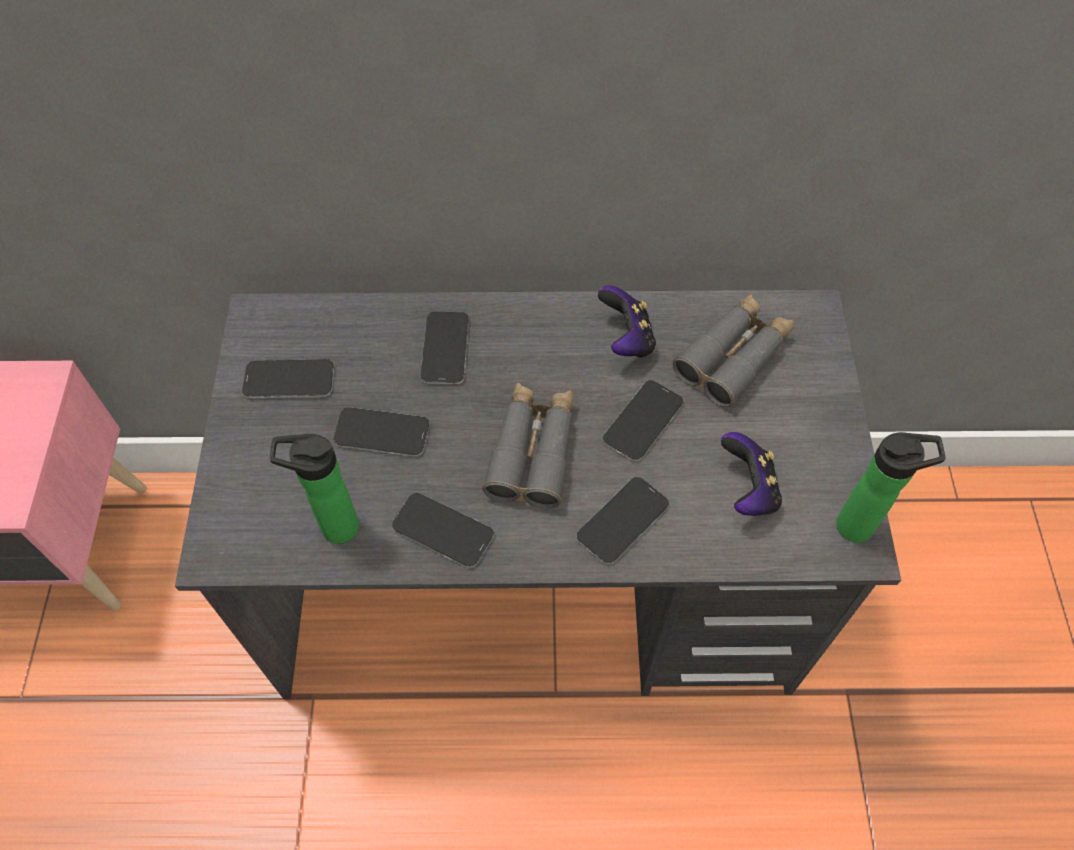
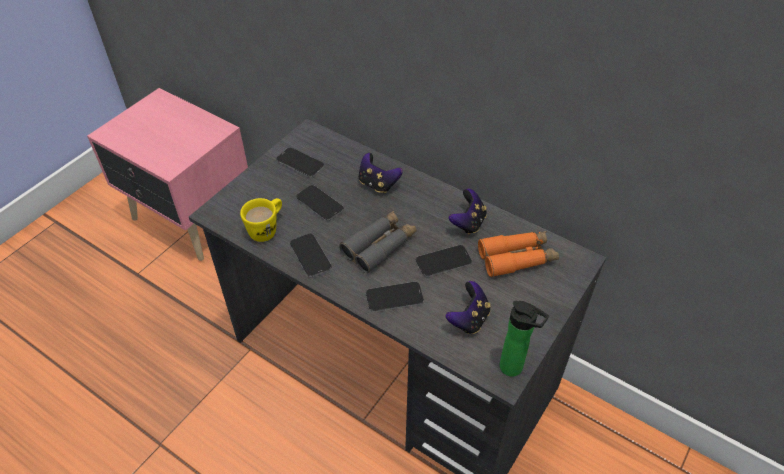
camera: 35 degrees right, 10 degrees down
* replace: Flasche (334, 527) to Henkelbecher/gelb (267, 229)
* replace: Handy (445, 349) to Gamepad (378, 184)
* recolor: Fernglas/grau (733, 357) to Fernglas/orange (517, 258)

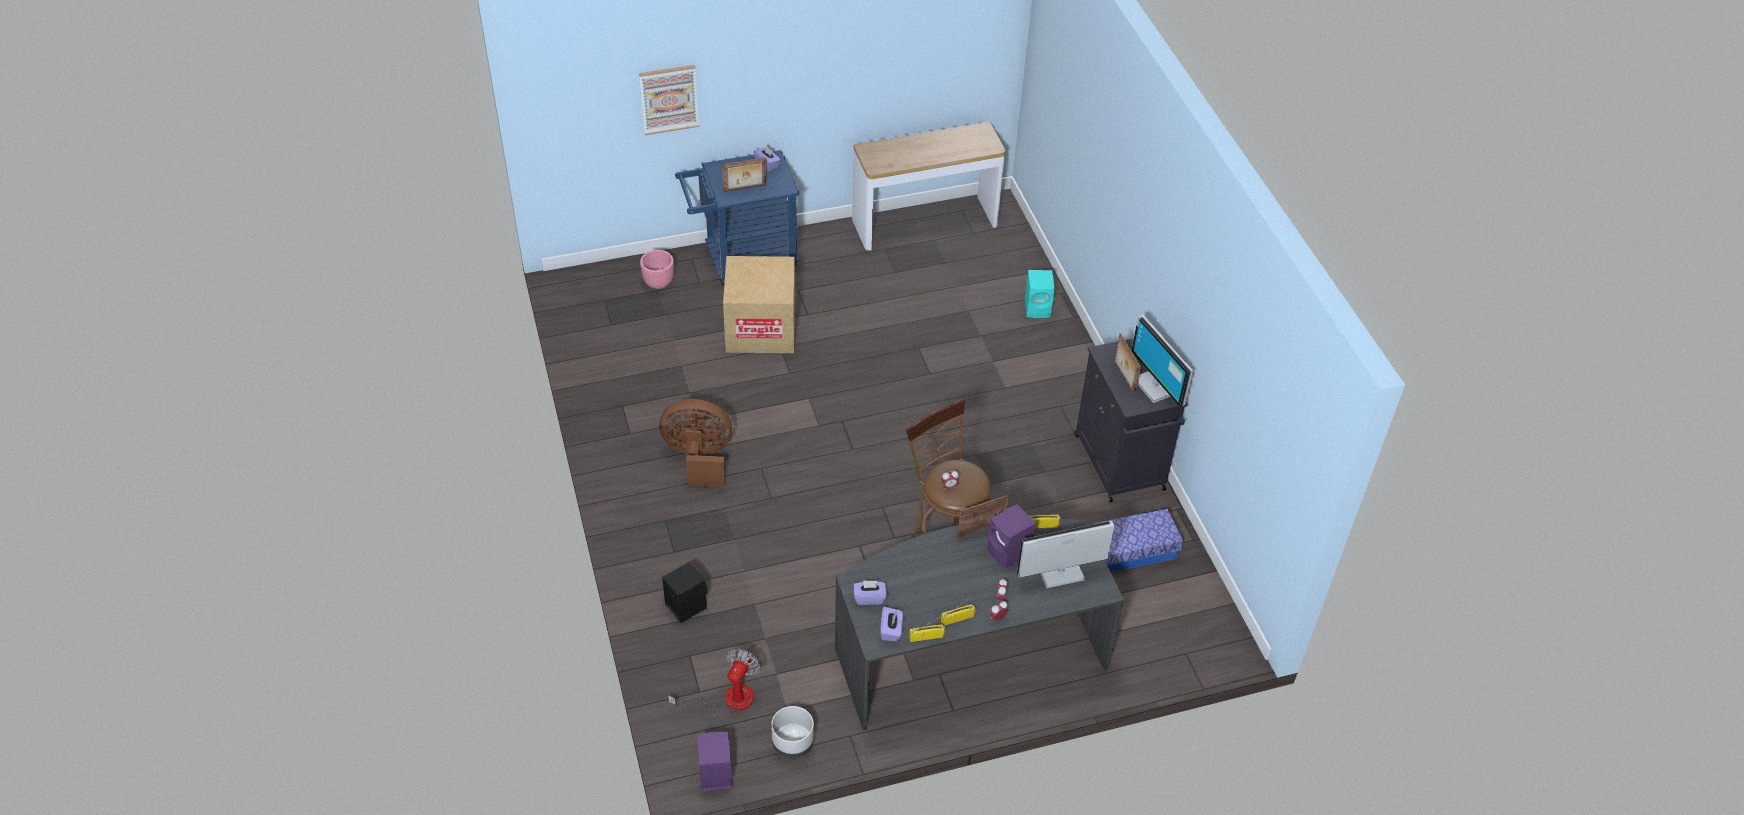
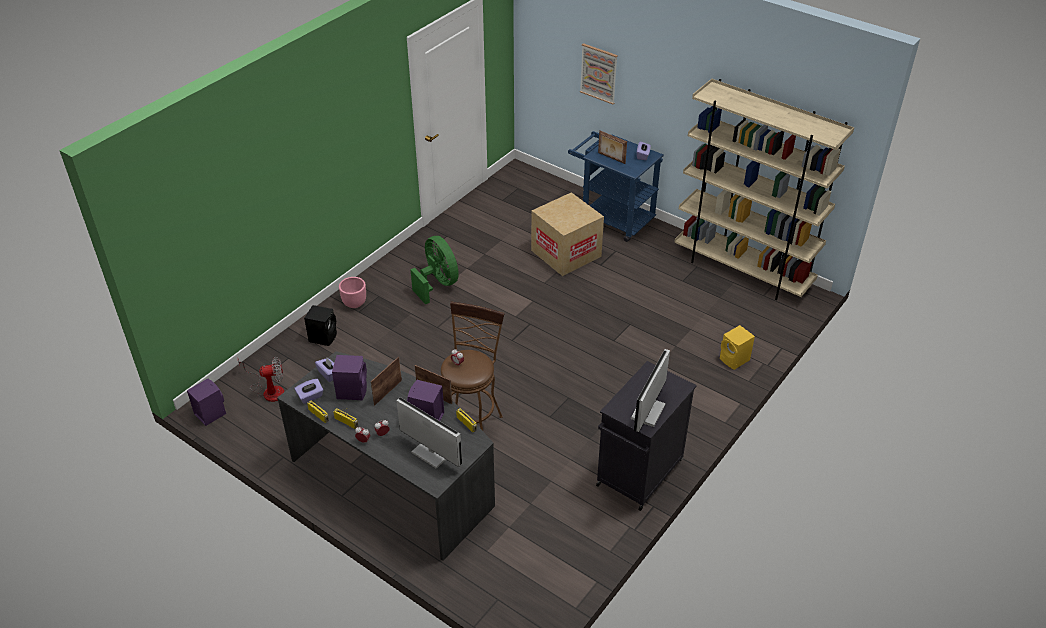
camera: 55 degrees right, 5 degrees down
* move: Pflanzkübel/rosa (658, 282) to (355, 303)
* recolor: Ventilator/braun (699, 459) to Ventilator/grün (437, 284)
* delete: Pflanzkübel/grau (793, 744)
* replace: Konsolentisch (925, 223) to Bücherregal/beige (742, 271)
* recolor: Lautsprecher/türkis (1038, 308) to Lautsprecher/gelb (735, 360)
* delete: Aufbewahrungsbox (1134, 550)
* move: Bilderrahmen (1124, 377) to (387, 392)
* insert: Lautsprecher/lila (352, 390)

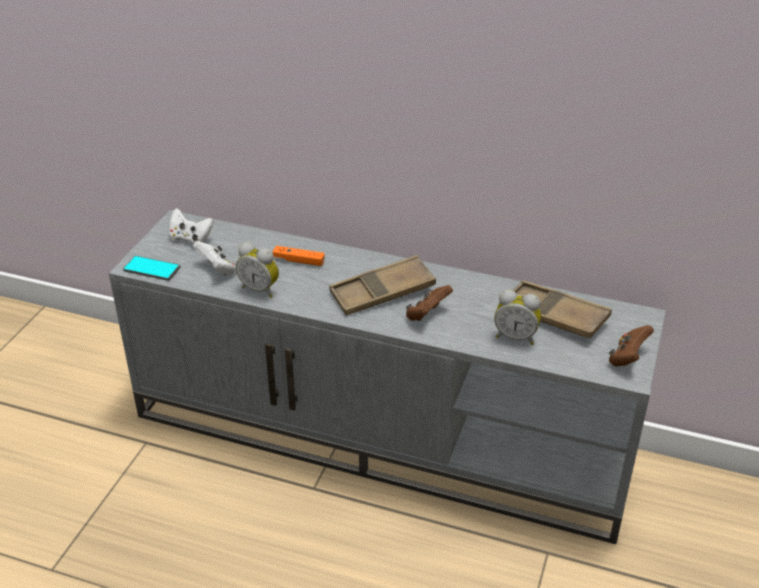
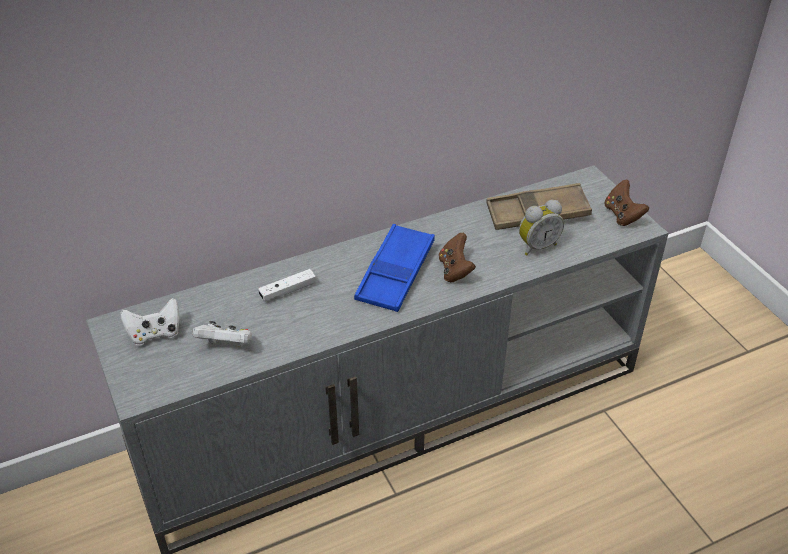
camera: 45 degrees left, 5 degrees up
* delete: Handy (152, 269)
* delete: Wecker (260, 289)
* recolor: Gamepad/orange (298, 261) to Gamepad/weiß (288, 290)
* recolor: Tablett/braun (382, 292) to Tablett/blau (395, 273)

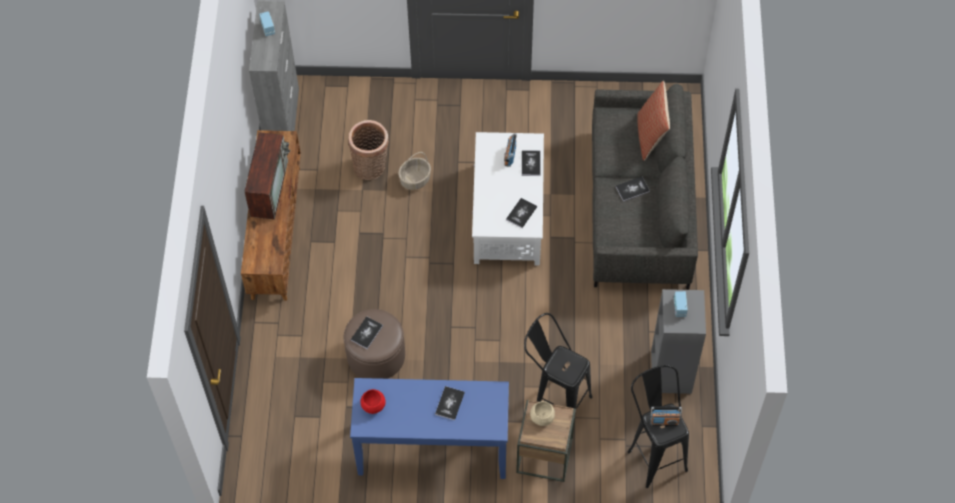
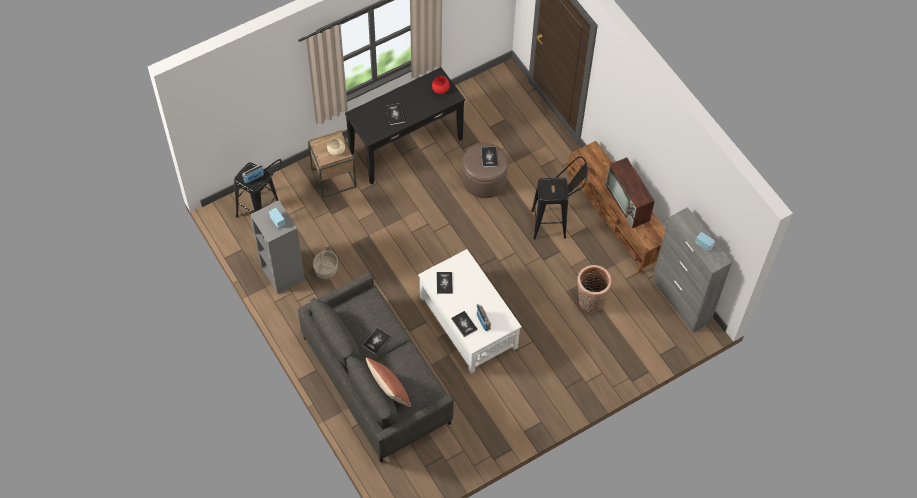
camera: 145 degrees right, 0 degrees up
* recolor: Konsolentisch/blau (433, 449) to Konsolentisch/schwarz (406, 145)
* move: Korb (415, 180) to (326, 269)
* move: Hocker/schwarz (554, 400) to (555, 224)

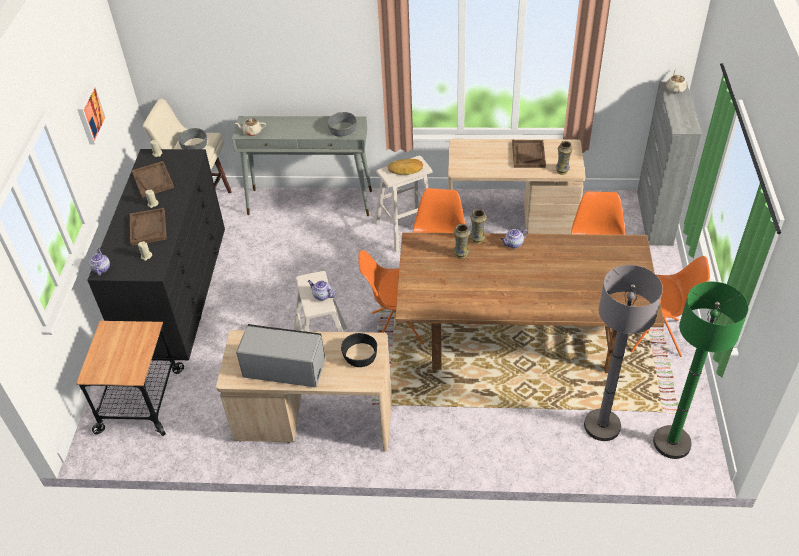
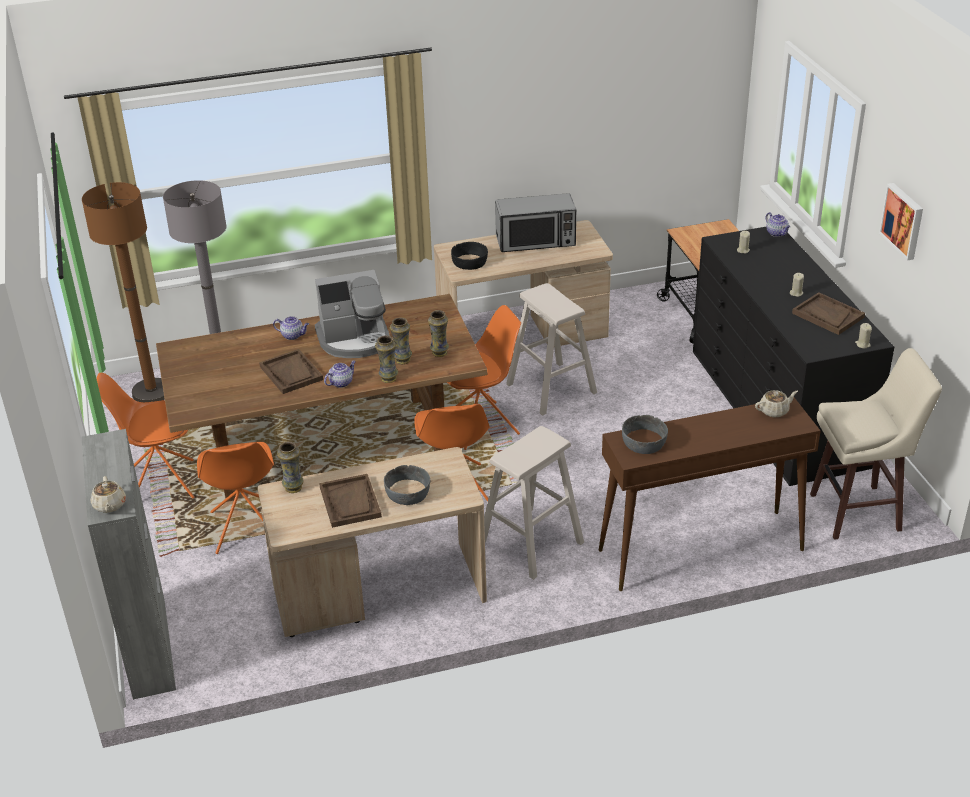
camera: 160 degrees right, 10 degrees down
* move: Tablett/braun (148, 228) to (291, 373)
* move: Schüssel/grau (194, 144) to (408, 493)
* recolor: Konsolentisch/grau (310, 202) to Konsolentisch/braun (699, 550)
* move: Teekanne (321, 295) to (293, 335)
* delete: Brot (406, 169)
* recolor: Stehlampe/grün (672, 443) to Stehlampe/braun (151, 392)
* insert: Kaffeemaschine (354, 339)
* insert: Vase (439, 353)

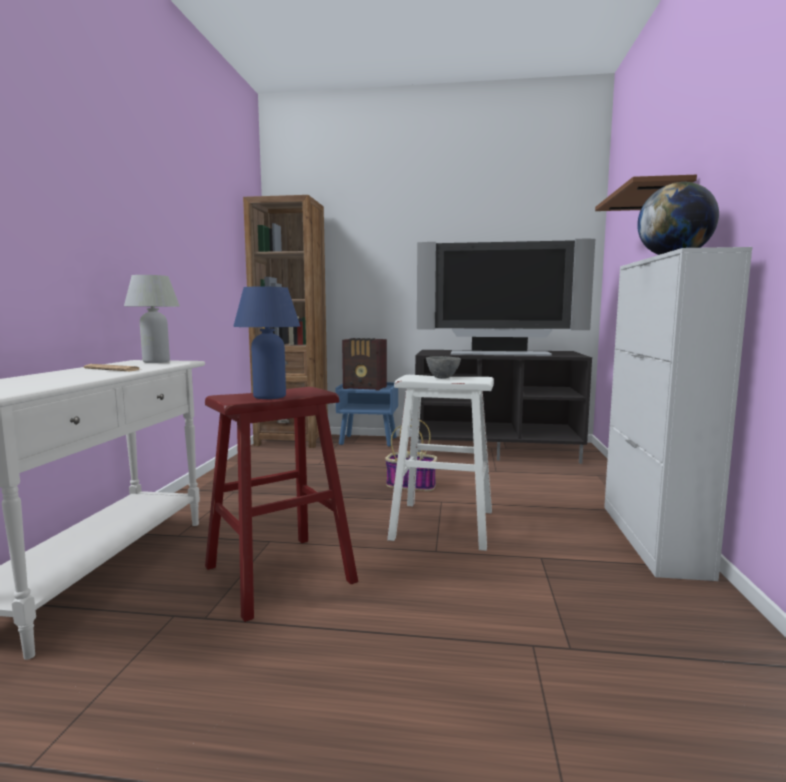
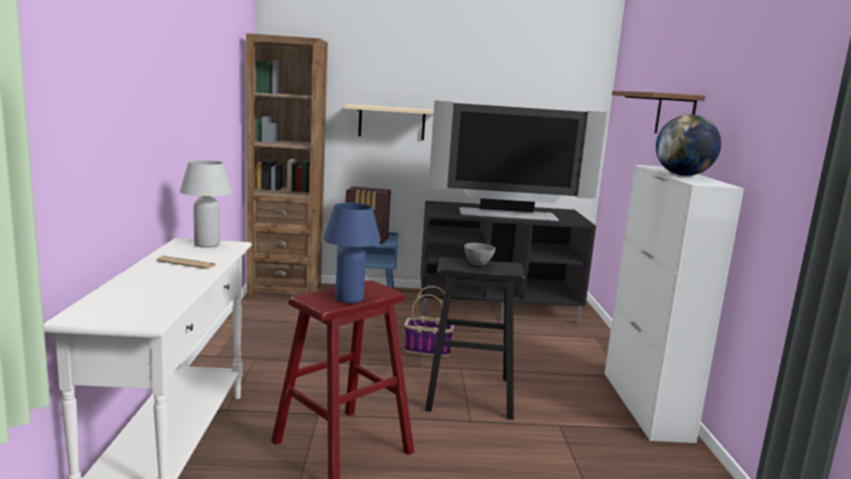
camera: 10 degrees left, 5 degrees up
* recolor: Hocker/weiß (443, 524) to Hocker/schwarz (469, 393)
* insert: Wandregal/beige (392, 122)

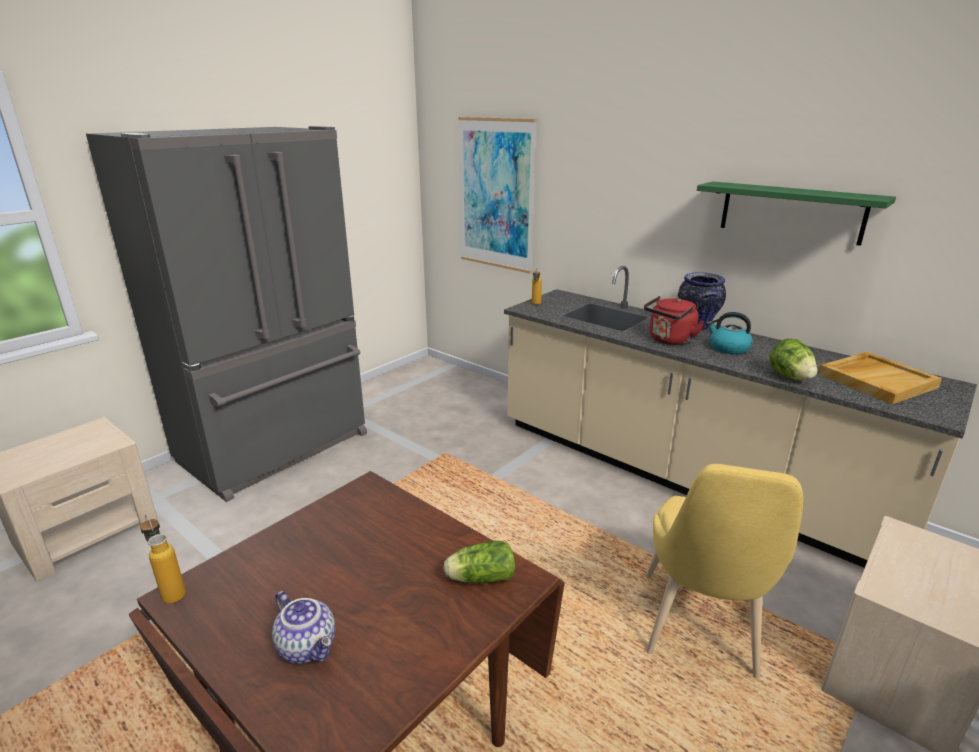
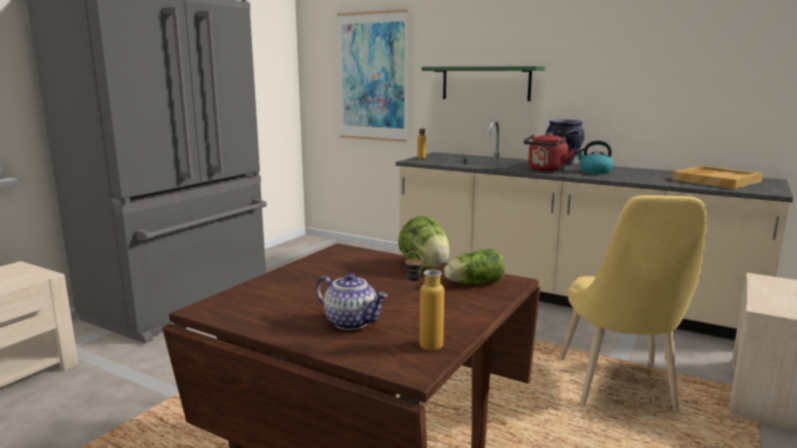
camera: 10 degrees left, 10 degrees down
* move: Flasche (171, 591) to (423, 343)
* move: Wandregal/grün (791, 212) to (485, 83)
* move: Salatkopf (789, 377) to (425, 266)

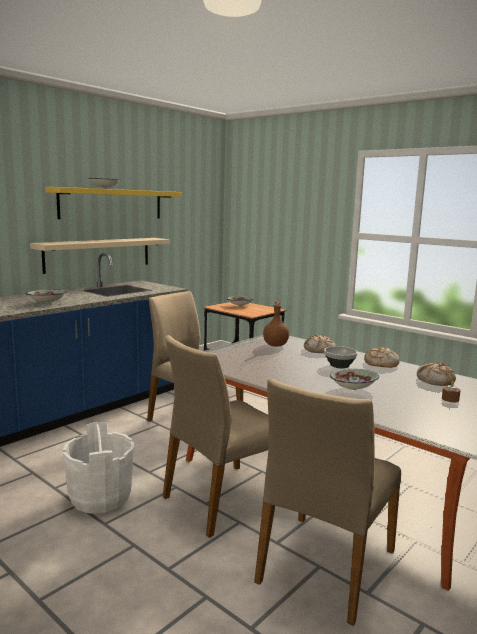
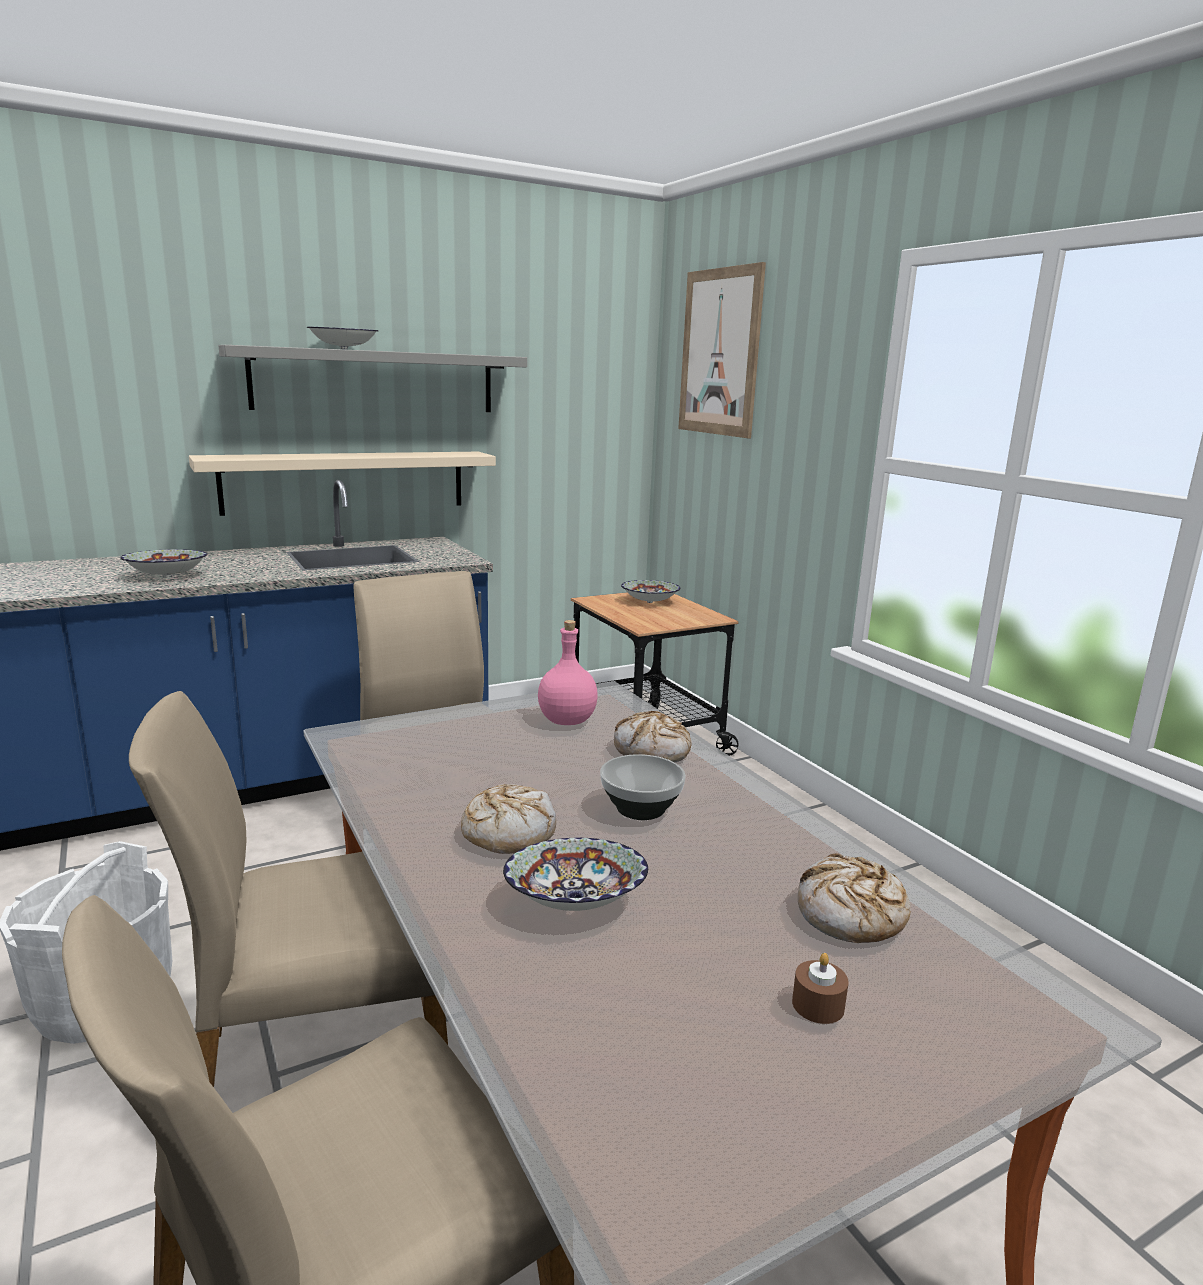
camera: 20 degrees right, 5 degrees up
* recolor: Wandregal/gelb (112, 204) to Wandregal/grau (375, 381)
* recolor: Flasche/braun (276, 345) to Flasche/rosa (568, 721)
* move: Brot (380, 364) to (508, 832)
* insert: Bild (720, 352)

